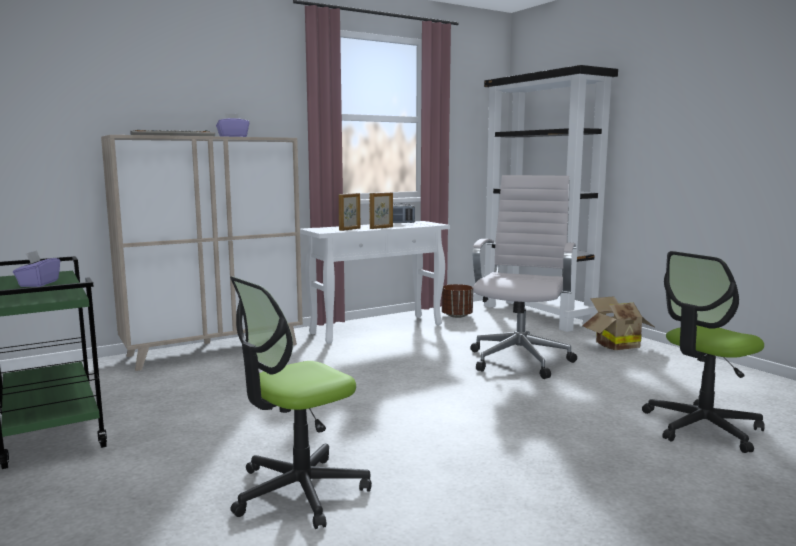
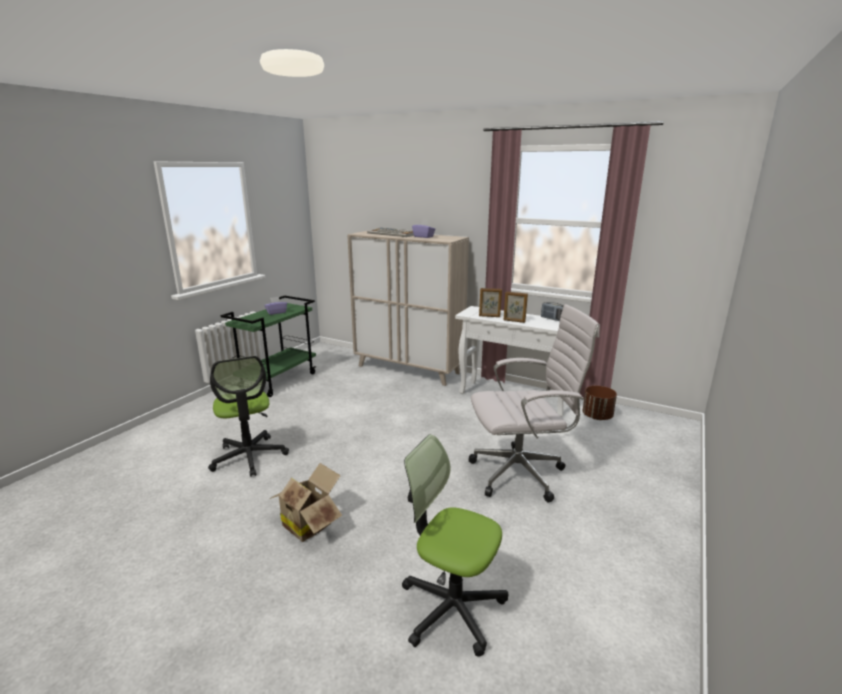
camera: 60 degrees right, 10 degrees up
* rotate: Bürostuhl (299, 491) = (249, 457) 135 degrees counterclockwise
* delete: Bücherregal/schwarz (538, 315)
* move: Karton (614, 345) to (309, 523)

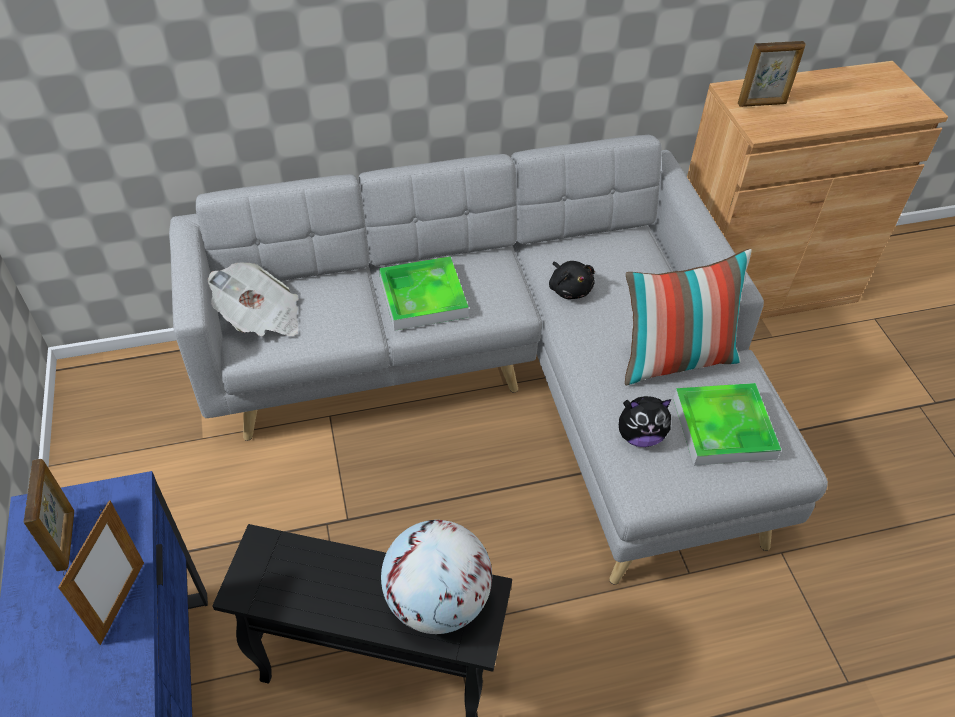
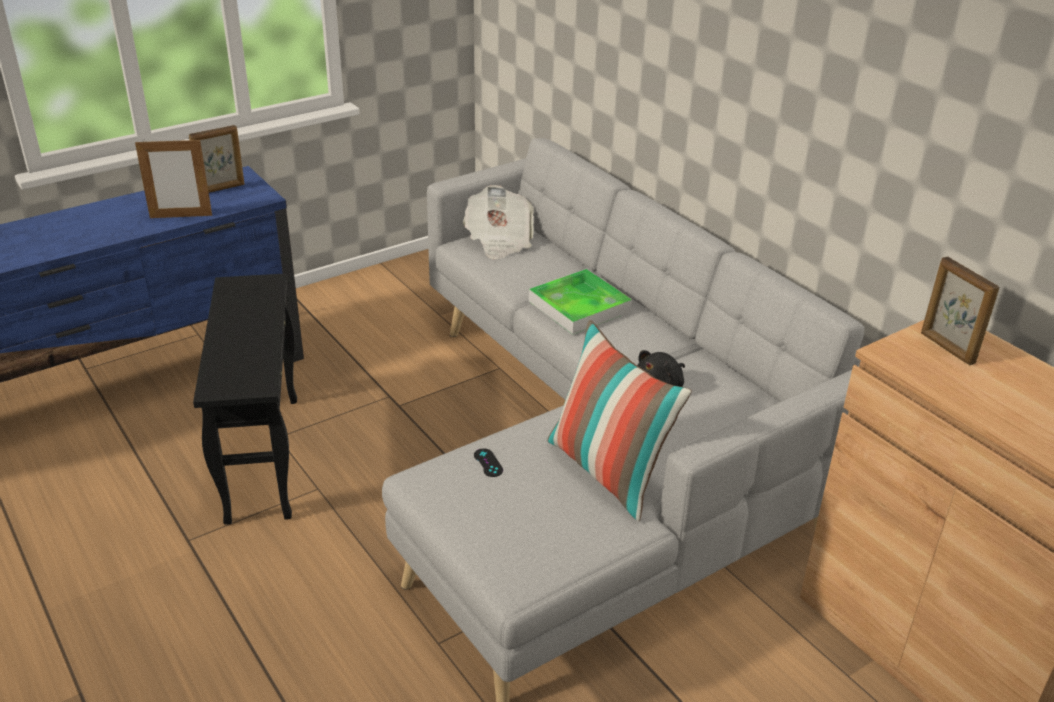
camera: 70 degrees right, 15 degrees down
* delete: Globus (437, 601)
* replace: Plüschtier (640, 436) to Gamepad/schwarz (488, 463)
* delete: Tablett (723, 428)

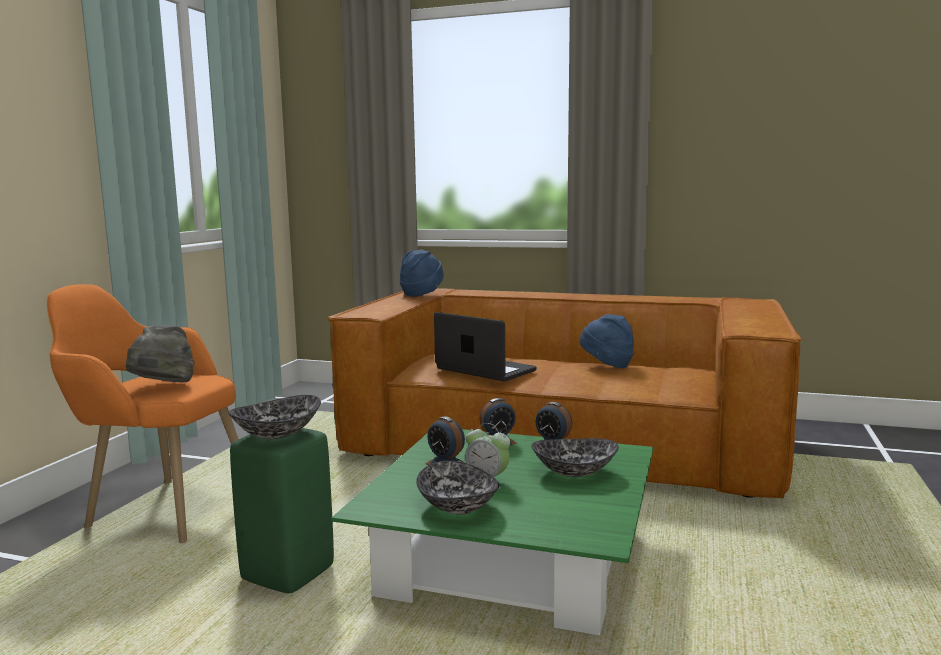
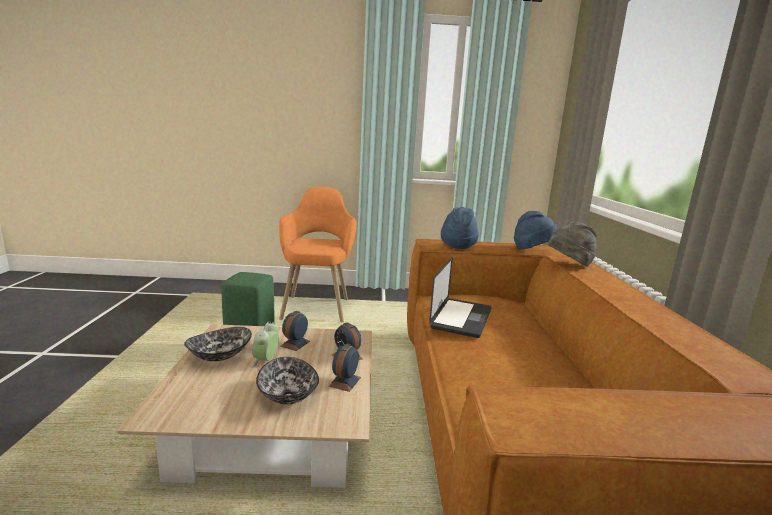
camera: 70 degrees right, 5 degrees up
* move: Hut/grau (163, 388) to (569, 264)
* delete: Schüssel (277, 433)
* recolor: Couchtisch/grün (512, 559) to Couchtisch/beige (275, 427)
* move: Hut/blau (606, 365) to (458, 245)

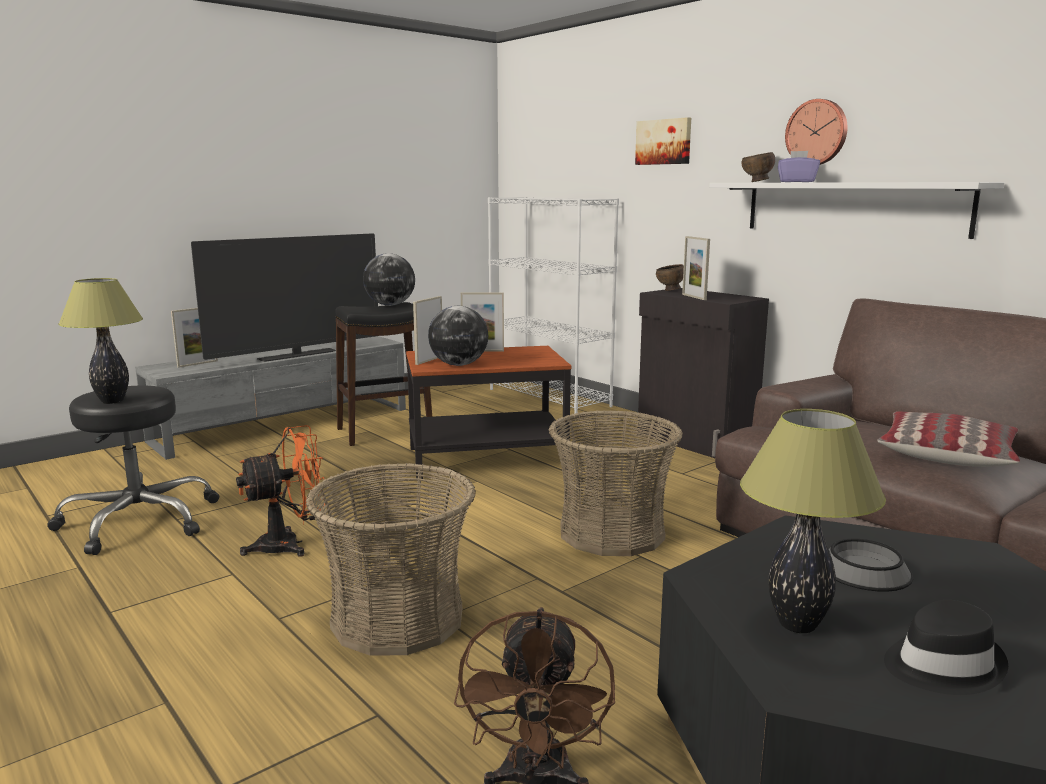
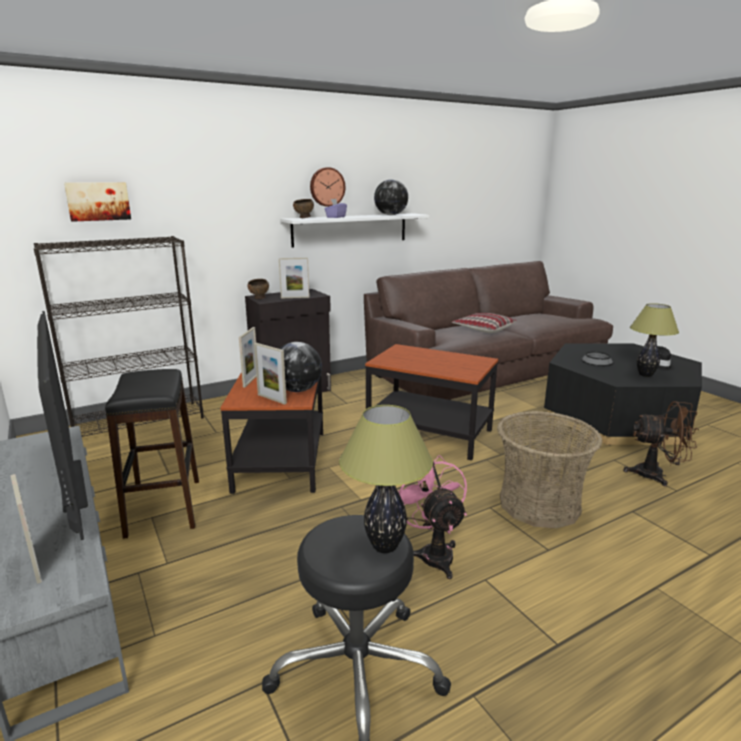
camera: 80 degrees left, 5 degrees up
* recolor: Ventilator/orange (290, 544) to Ventilator/rosa (433, 553)
* move: Globus (390, 305) to (391, 215)
* recolor: Bücherregal/weiß (549, 398) to Bücherregal/schwarz (139, 422)
* replace: Korb (612, 533) to Beistelltisch (429, 433)
* move: Bild (664, 142) to (98, 201)

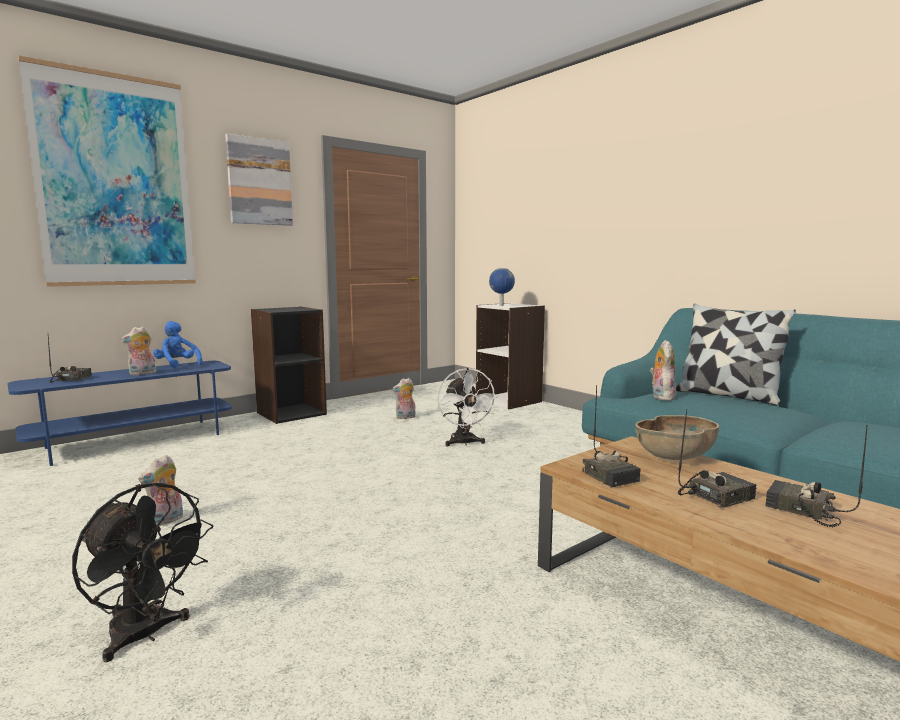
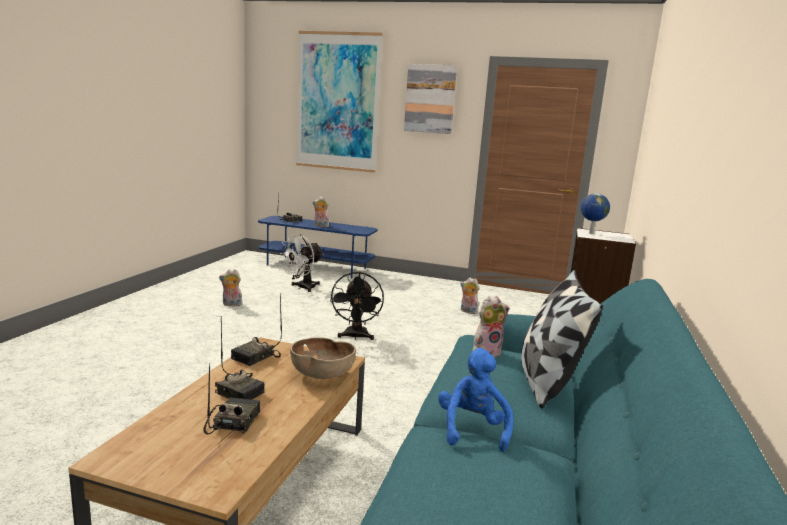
camera: 55 degrees right, 5 degrees up
* move: Ventilator/schwarz (145, 635) to (355, 337)
* move: Plüschtier/blau (177, 365) to (472, 429)
* delete: Bücherregal/schwarz (291, 413)
* move: Ventilator/weiß (464, 443) to (302, 288)

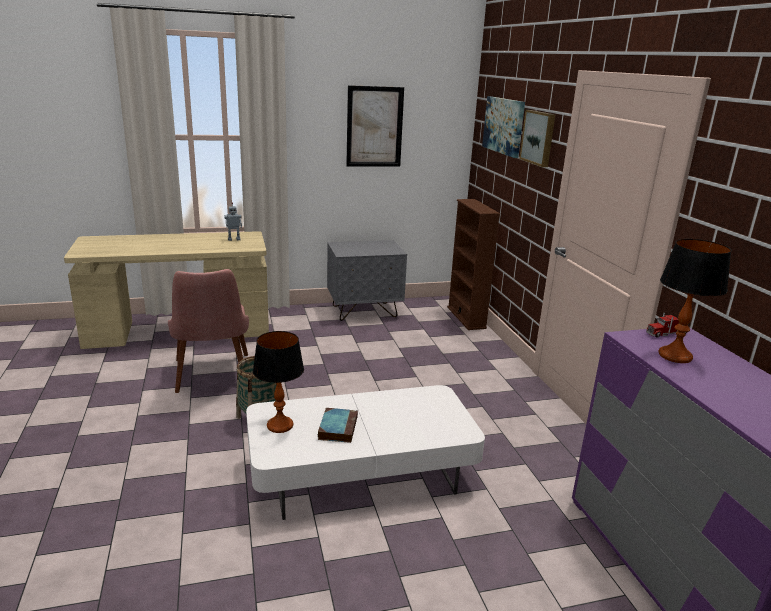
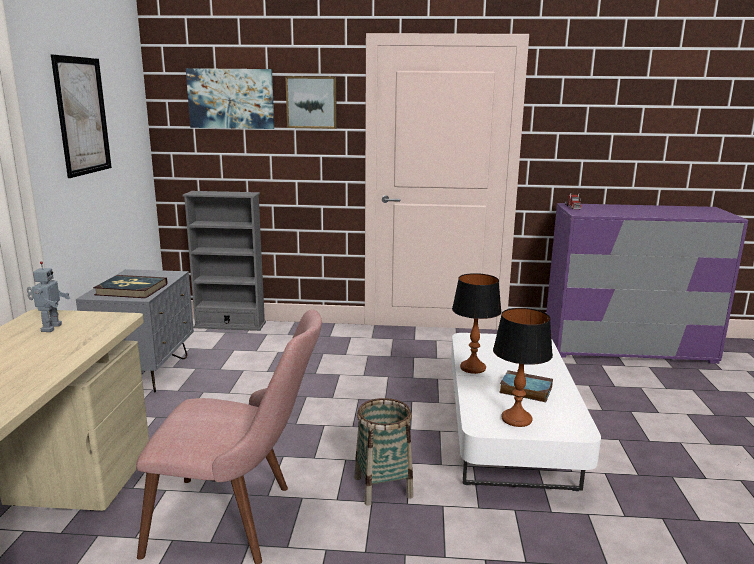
camera: 70 degrees left, 5 degrees down
* recolor: Bücherregal/braun (466, 317) to Bücherregal/grau (230, 325)
* move: Tischlampe (675, 355) to (472, 368)
* insert: Buch (131, 289)

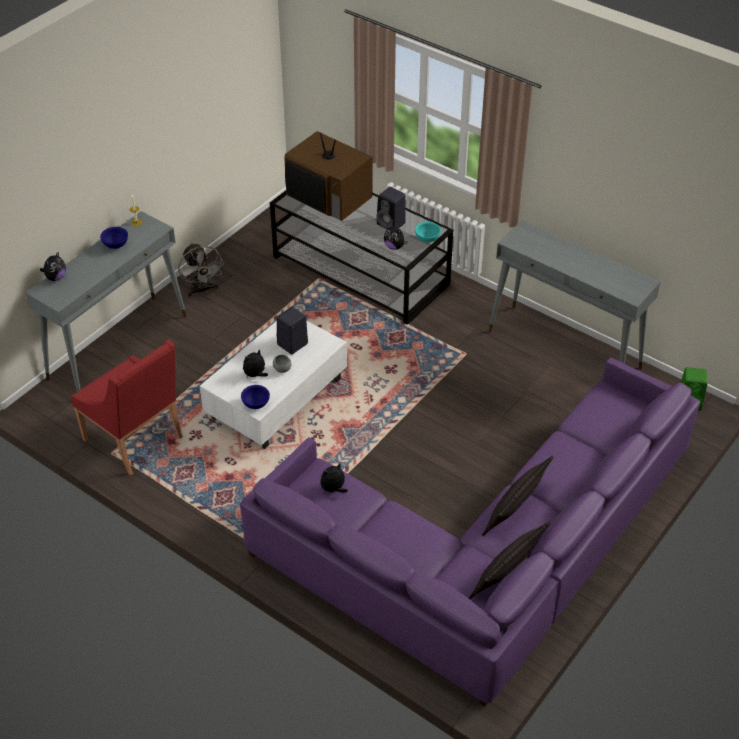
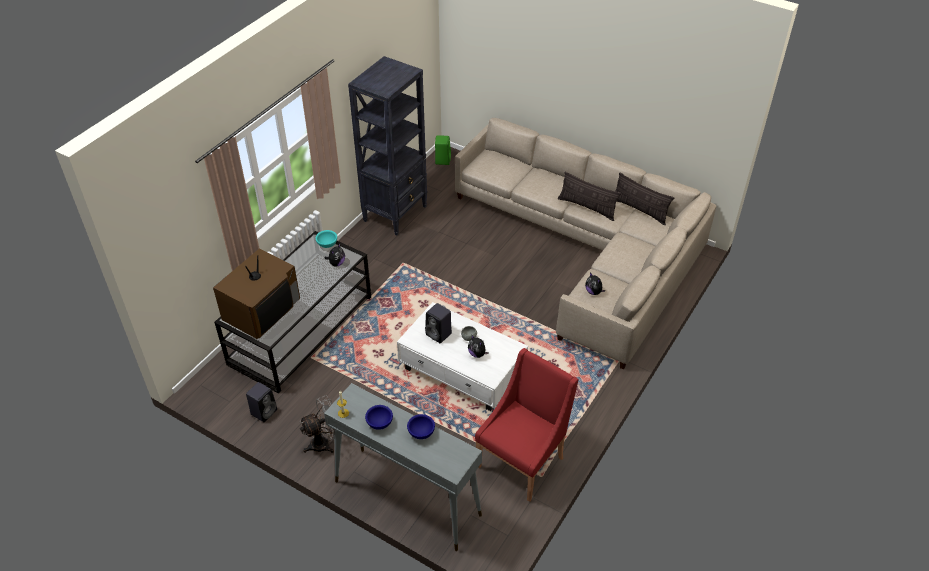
camera: 95 degrees left, 0 degrees up
* delete: Plüschtier (55, 277)
* recolor: Sofa/lila (486, 552) to Sofa/beige (589, 249)
* move: Schüssel/blau (256, 404) to (421, 432)
* move: Lautsprecher/schwarz (392, 224) to (264, 411)
* replace: Konsolentisch/grau (564, 350) to Bücherregal/schwarz (395, 213)

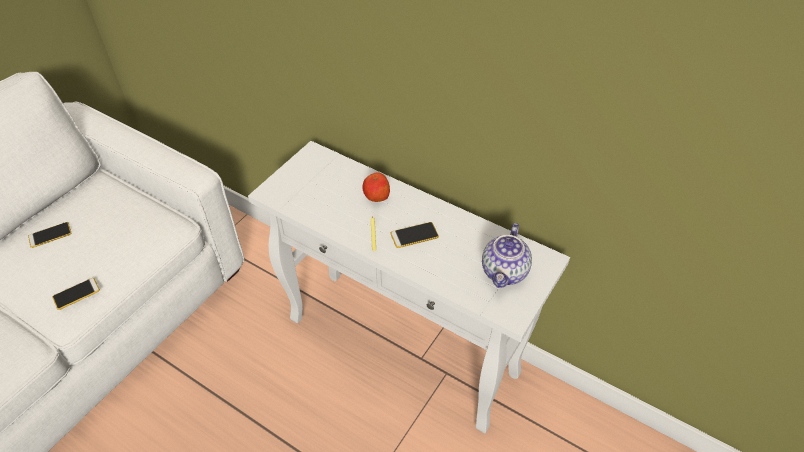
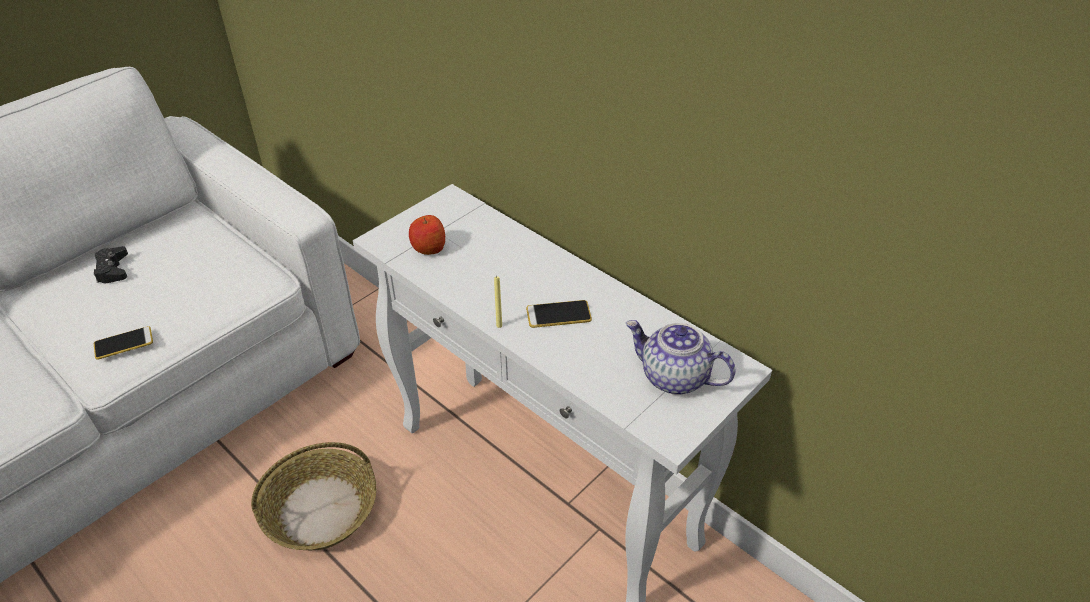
camera: 10 degrees right, 5 degrees down
* replace: Handy (50, 235) to Gamepad/schwarz (113, 270)
* move: Apfel (376, 196) to (428, 247)
* rotate: Teekanne (505, 272) = (673, 377) 90 degrees clockwise
* insert: Korb (320, 511)

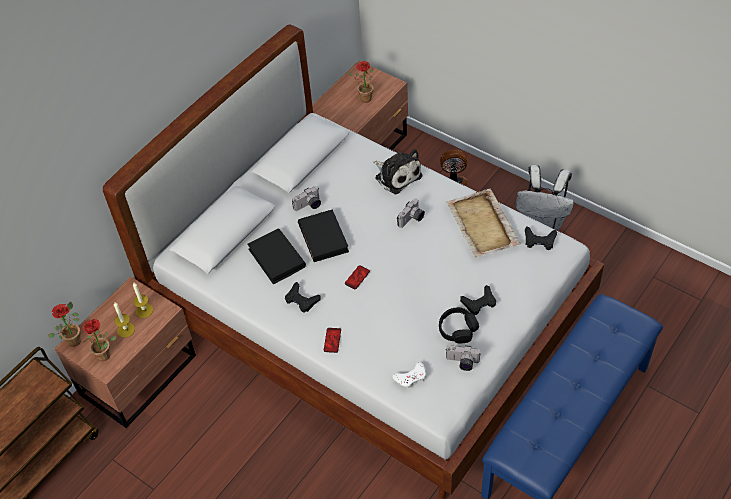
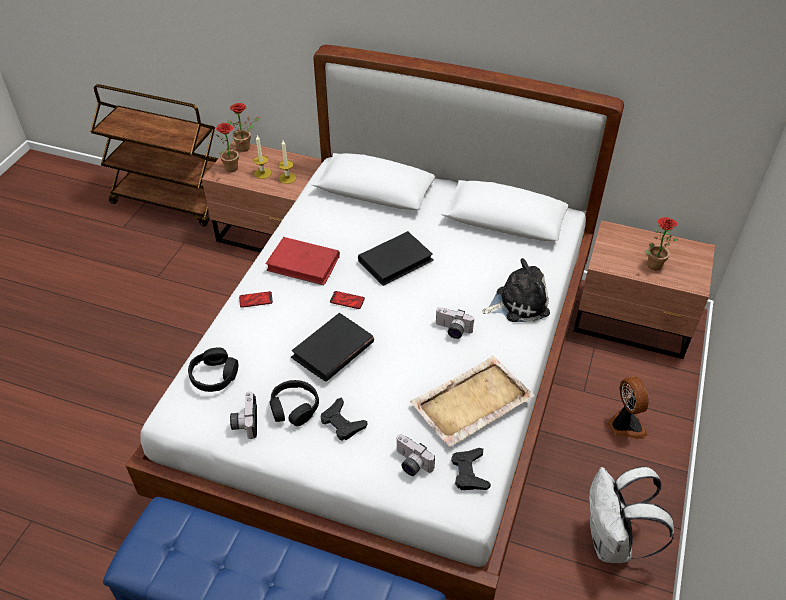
camera: 70 degrees right, 5 degrees down
* move: Buch/schwarz (277, 258) to (333, 350)
* replace: Gamepad/schwarz (301, 300) to Buch/rot (304, 264)
* move: Kamera (309, 206) to (410, 463)
* rotate: Plüschtier (397, 175) = (518, 303) 135 degrees counterclockwise
* replace: Gamepad/weiß (411, 377) to Kopfhörer/schwarz (214, 375)

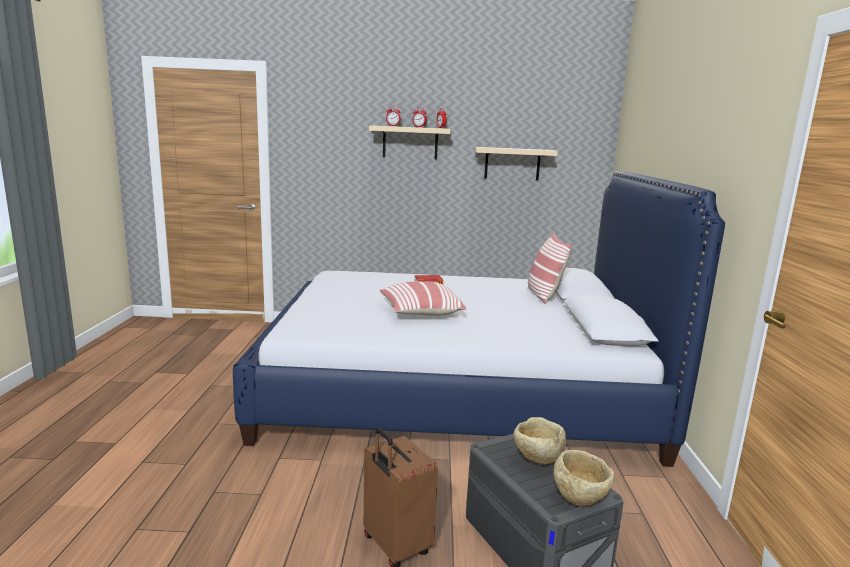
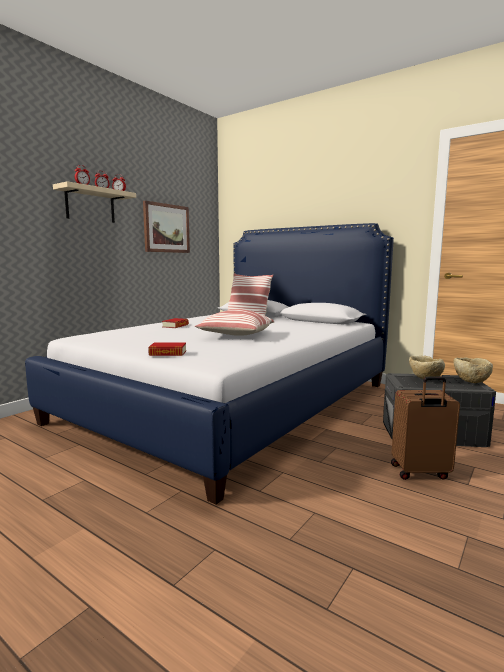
camera: 55 degrees left, 5 degrees down
* replace: Wandregal/beige (512, 163) to Bild (166, 228)
* insert: Buch (168, 353)

